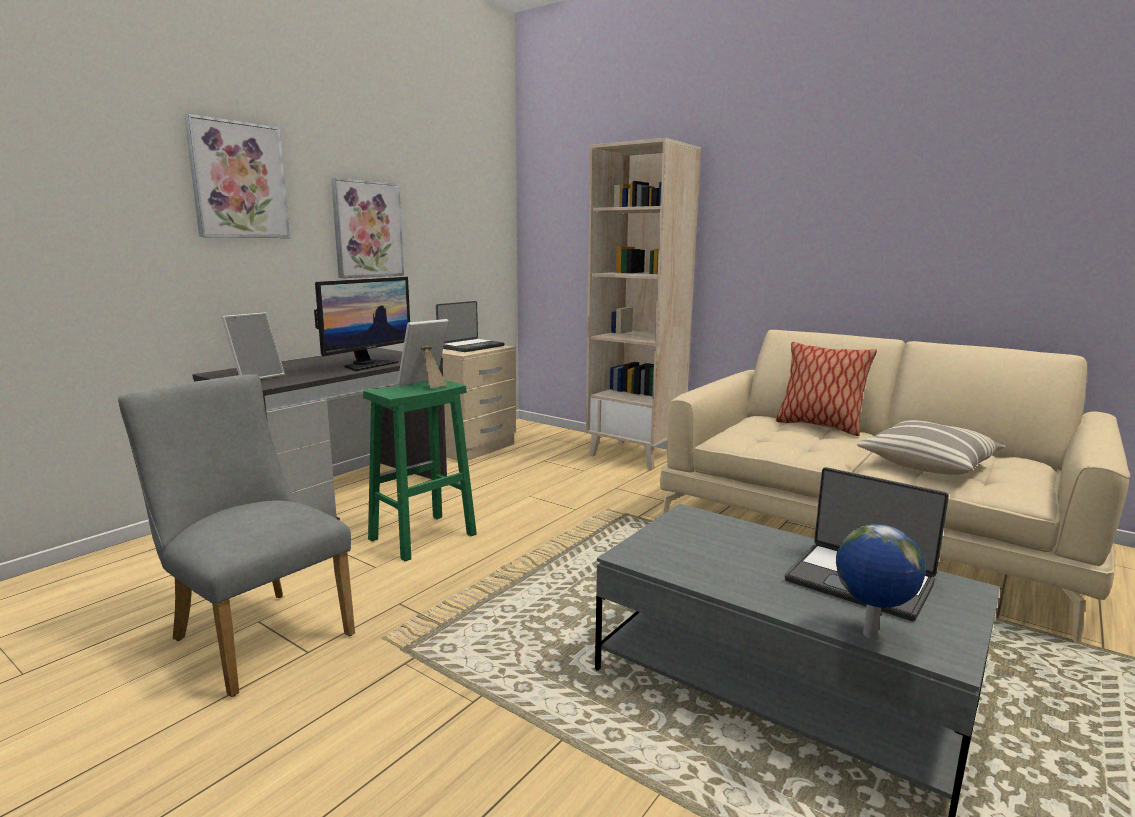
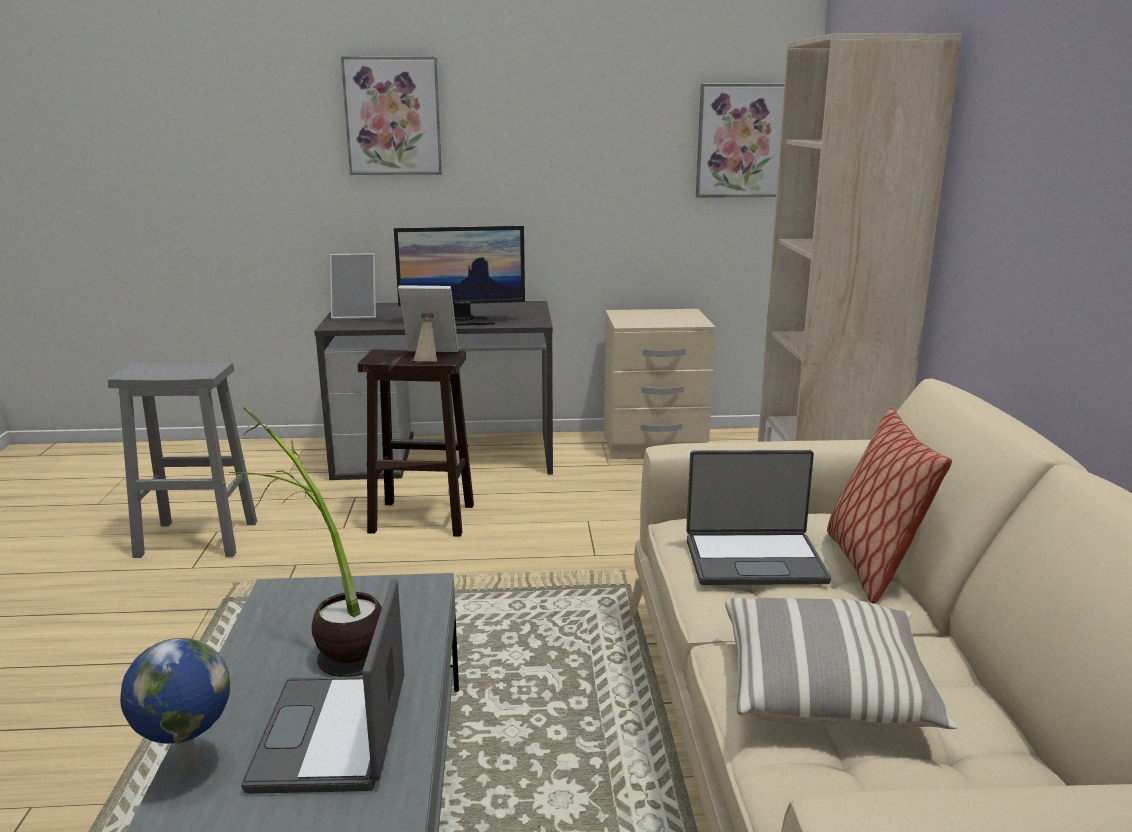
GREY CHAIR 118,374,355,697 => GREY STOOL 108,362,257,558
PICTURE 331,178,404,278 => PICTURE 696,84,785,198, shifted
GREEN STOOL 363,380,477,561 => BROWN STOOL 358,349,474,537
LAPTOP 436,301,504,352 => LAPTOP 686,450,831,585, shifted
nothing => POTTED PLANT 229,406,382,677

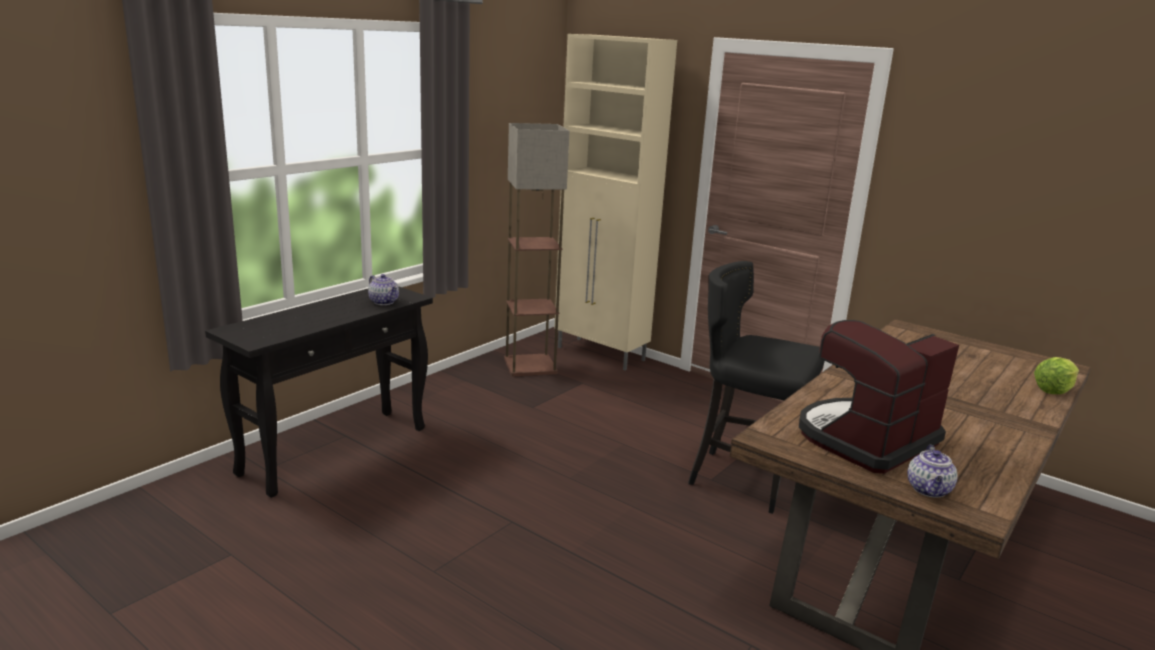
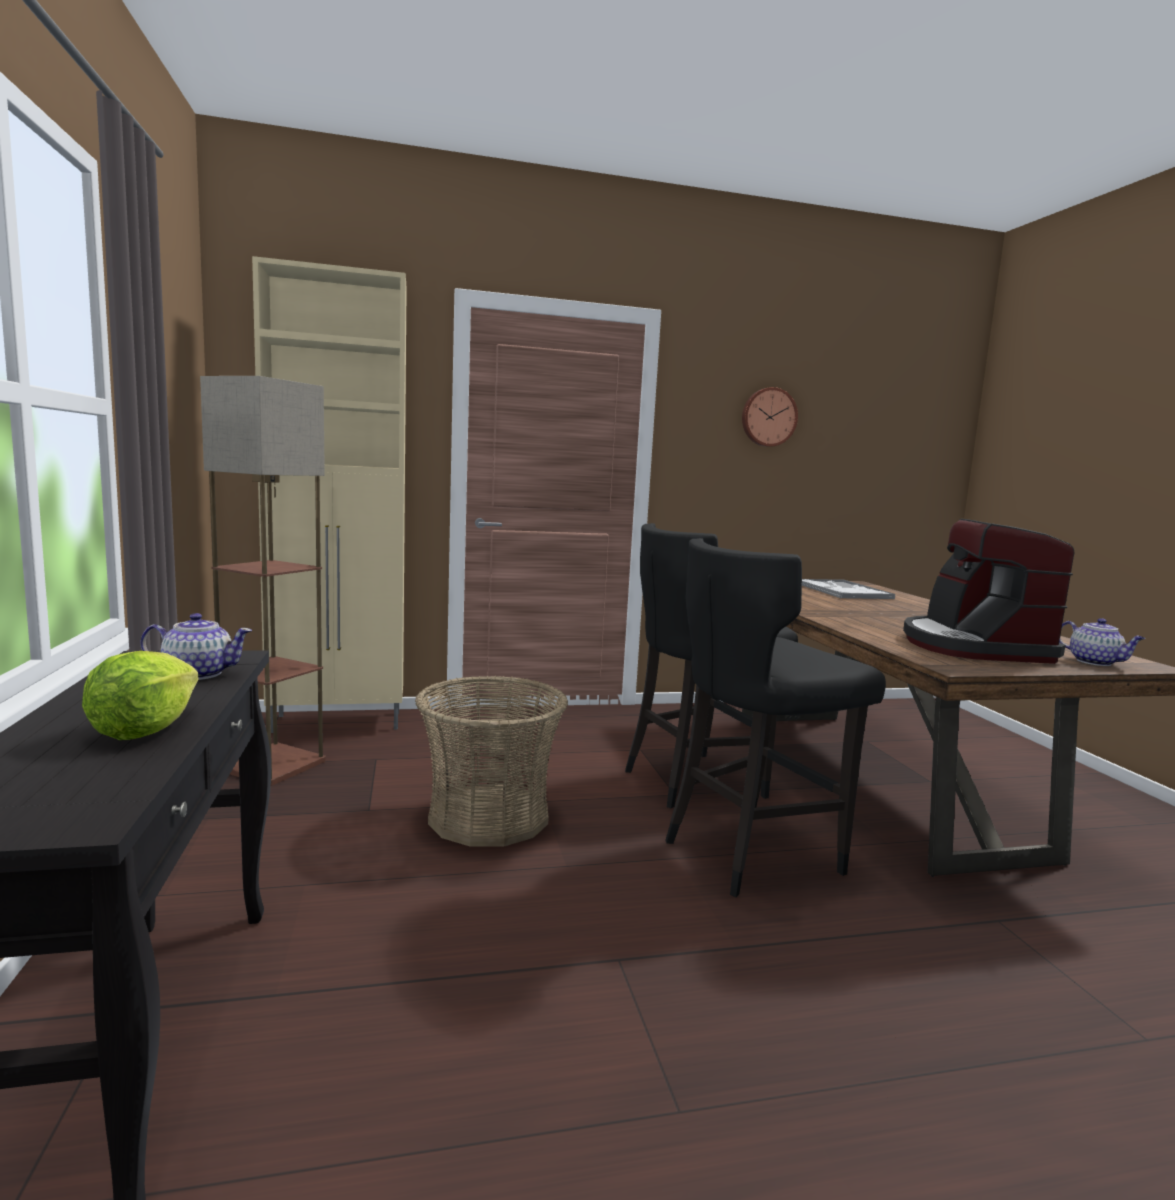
LETTUCE 1034,357,1079,394 => LETTUCE 82,651,199,740, shifted
nothing => BASKET 415,676,568,847
nothing => BLACK STOOL 665,538,886,897
nothing => WALL CLOCK 742,387,798,447
nothing => TRAY 802,579,895,599

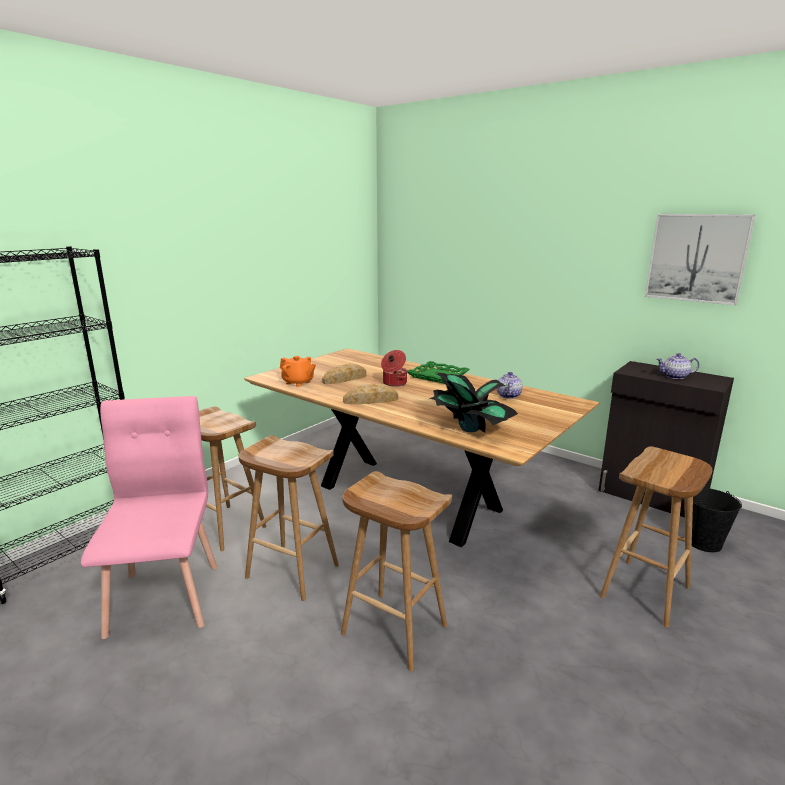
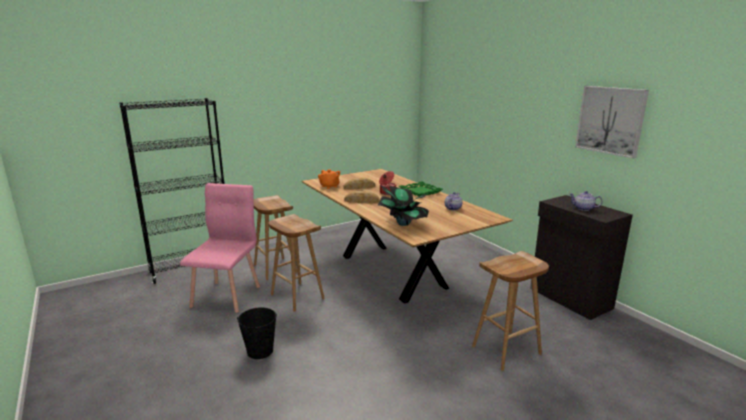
BROWN STOOL 341,471,452,671 => nothing
BLACK BUCKET 692,488,742,552 => BLACK BUCKET 237,307,277,359, shifted

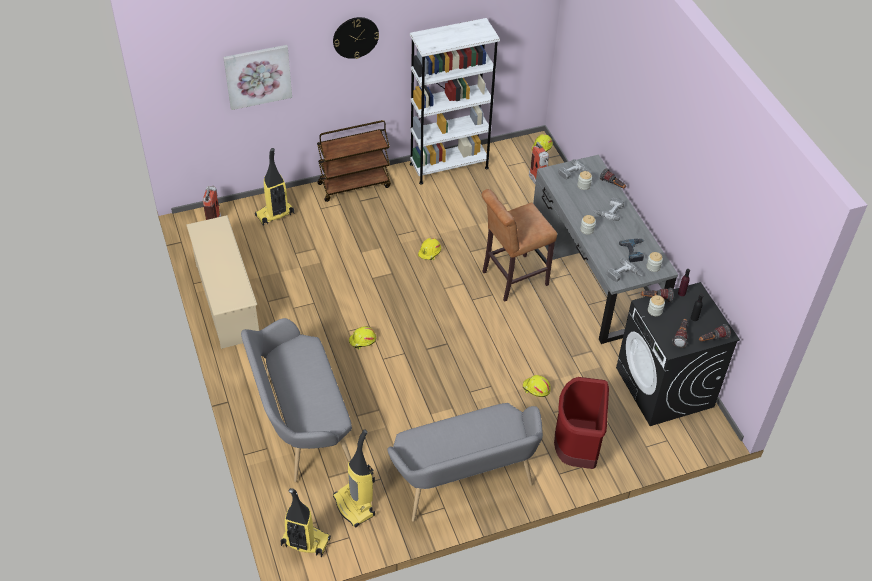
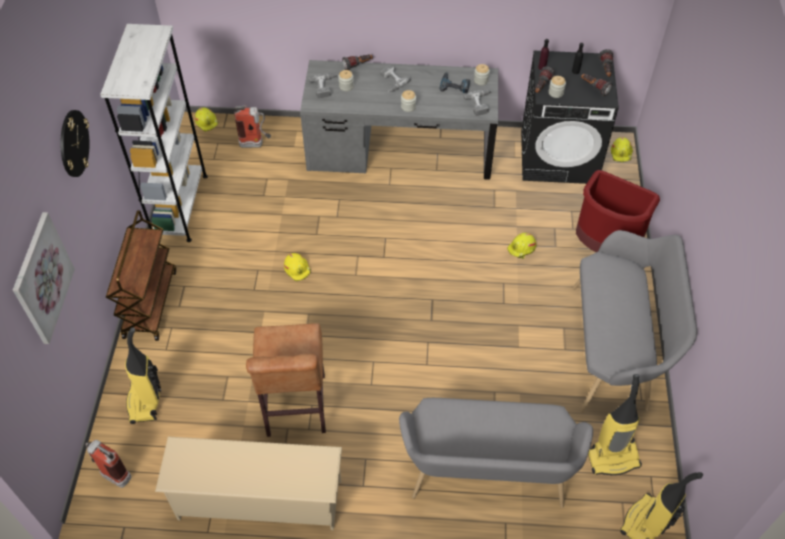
YELLOW HARD HAT 349,326,376,350 => YELLOW HARD HAT 611,137,633,162, shifted
BROWN STOOL 482,189,557,302 => BROWN STOOL 246,323,326,437, shifted

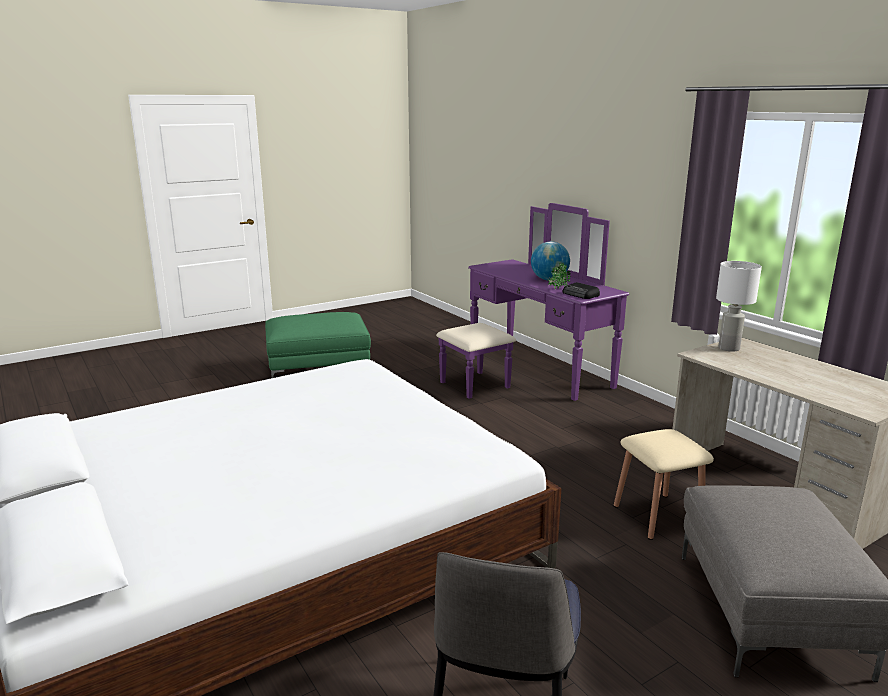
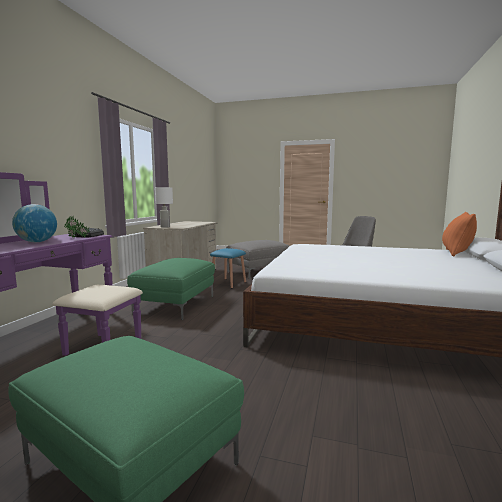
BEIGE STOOL 614,429,714,540 => BLUE STOOL 210,248,246,289
nothing => GREEN OTTOMAN 127,258,215,320
nothing => ORANGE PILLOW 442,212,477,256

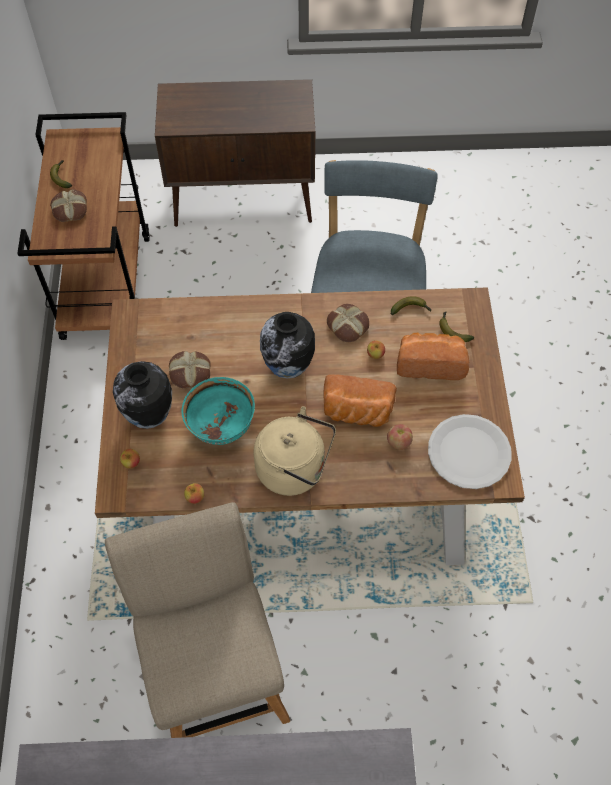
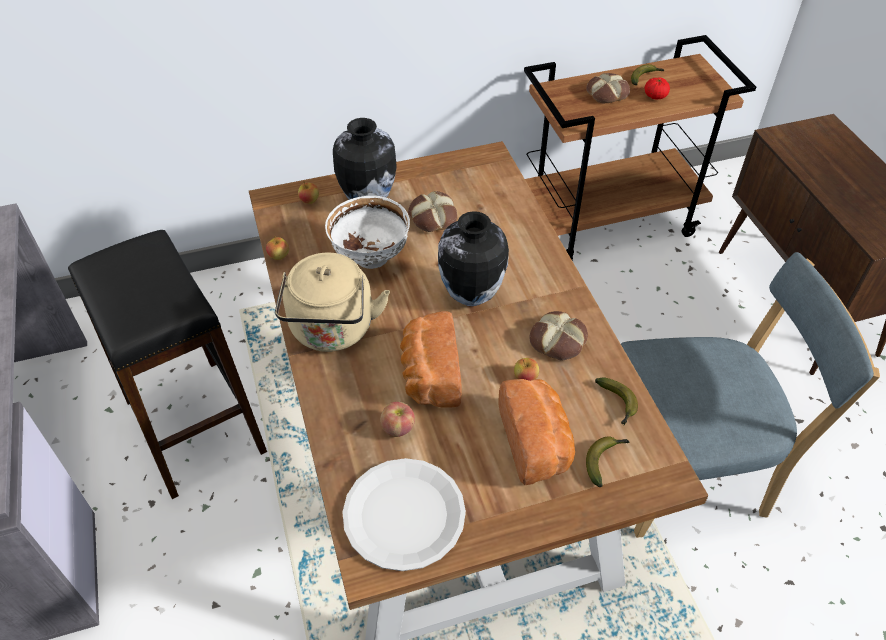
BEIGE CHAIR 105,502,290,738 => BLACK STOOL 68,230,267,499
TURQUOISE BOWL 182,377,255,445 => WHITE BOWL 325,196,410,269
nothing => TOMATO 645,78,670,99

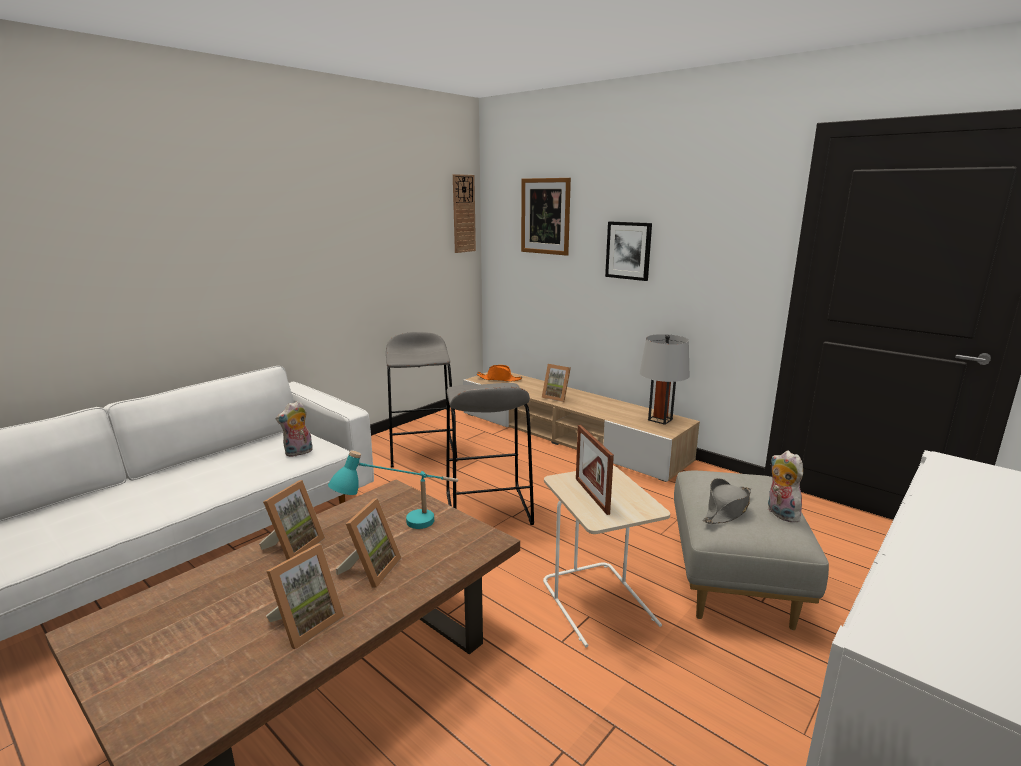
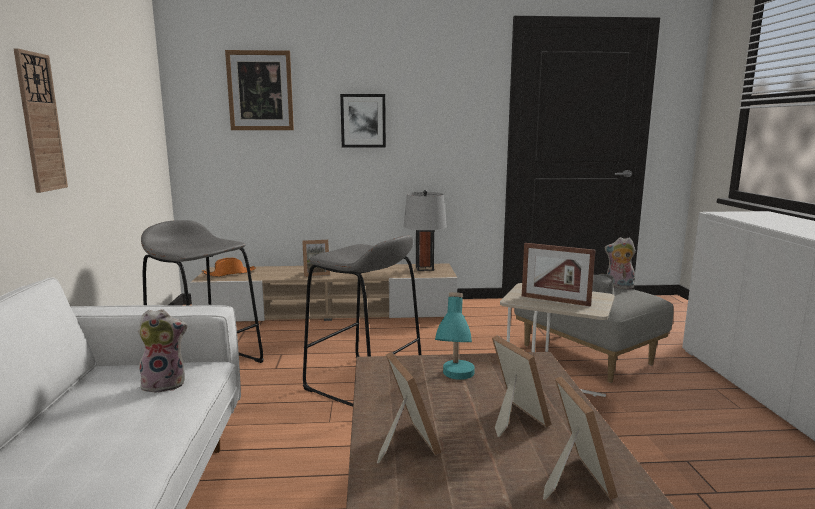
PLUSH TOY 275,401,313,457 => PLUSH TOY 138,309,187,393, 105 degrees counterclockwise
WALL CLOCK 453,174,476,253 => WALL CLOCK 14,48,68,193, shifted

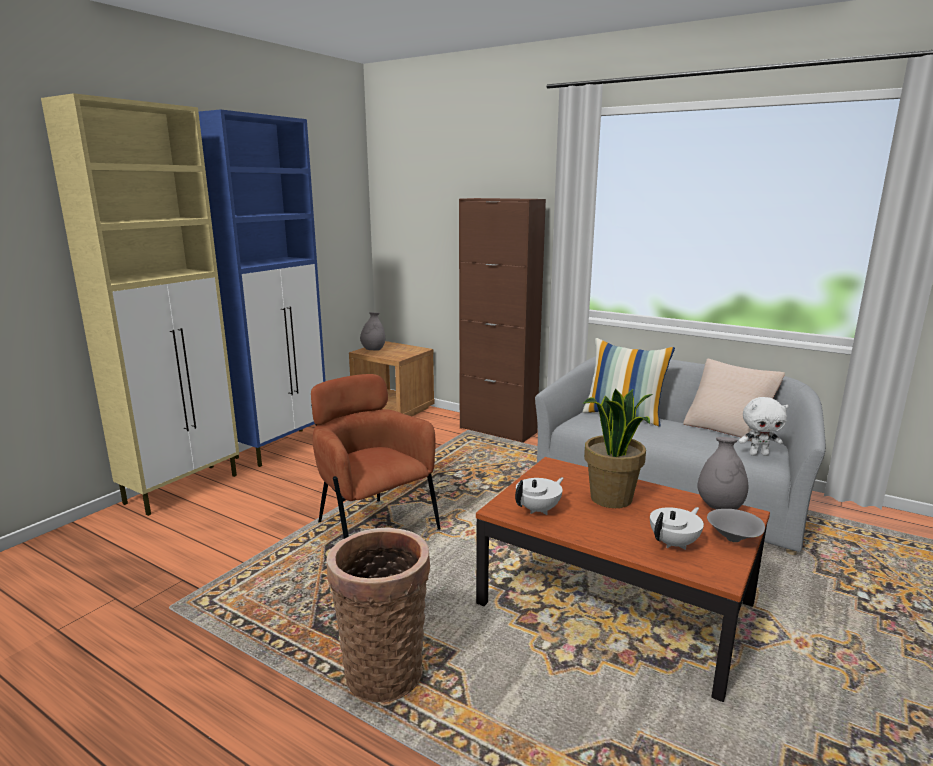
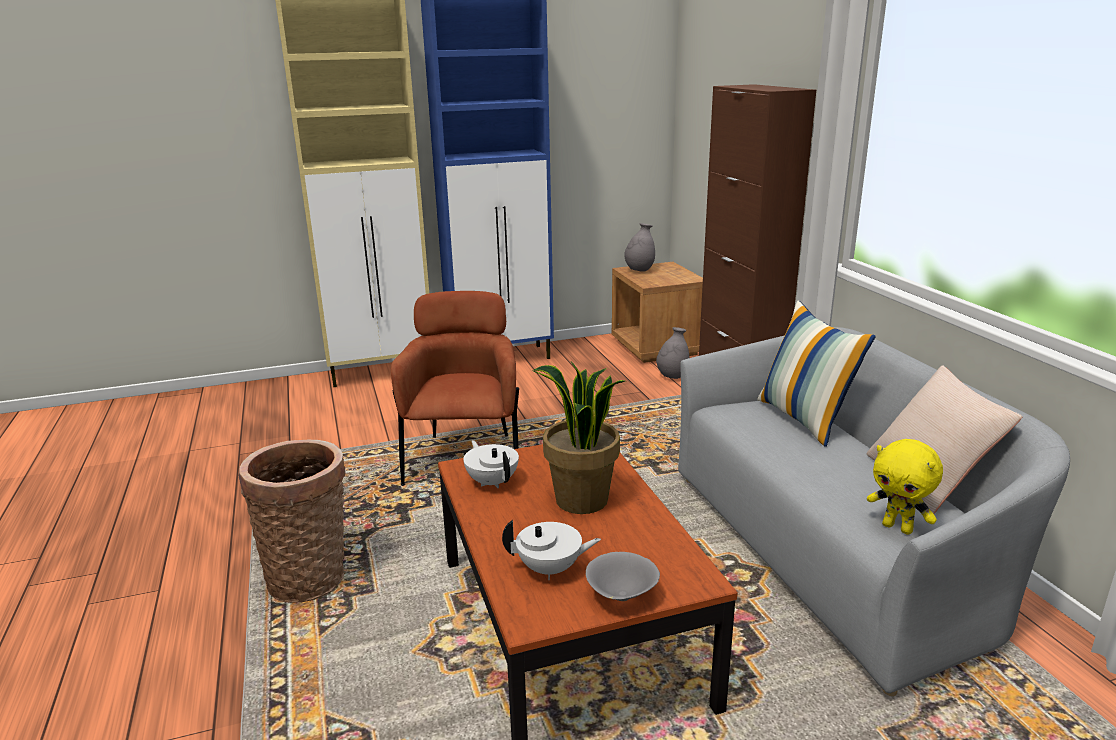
WHITE TEAPOT 515,477,563,515 => WHITE TEAPOT 463,440,519,488, 120 degrees counterclockwise
GREY VASE 697,437,748,510 => GREY VASE 656,327,690,379, shifted
WHITE PLUSH TOY 739,397,788,456 => YELLOW PLUSH TOY 867,439,943,535

